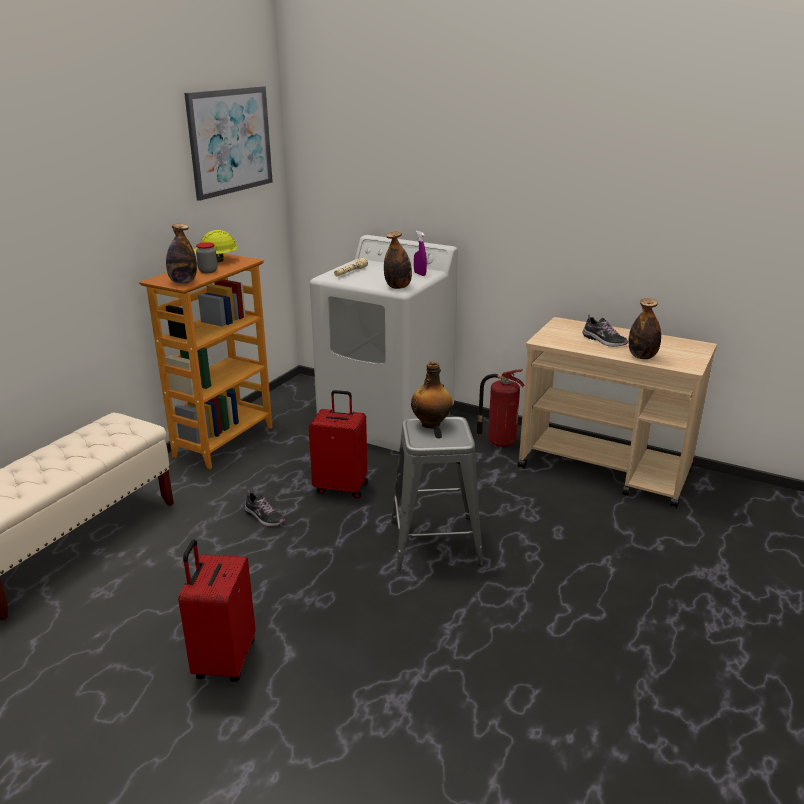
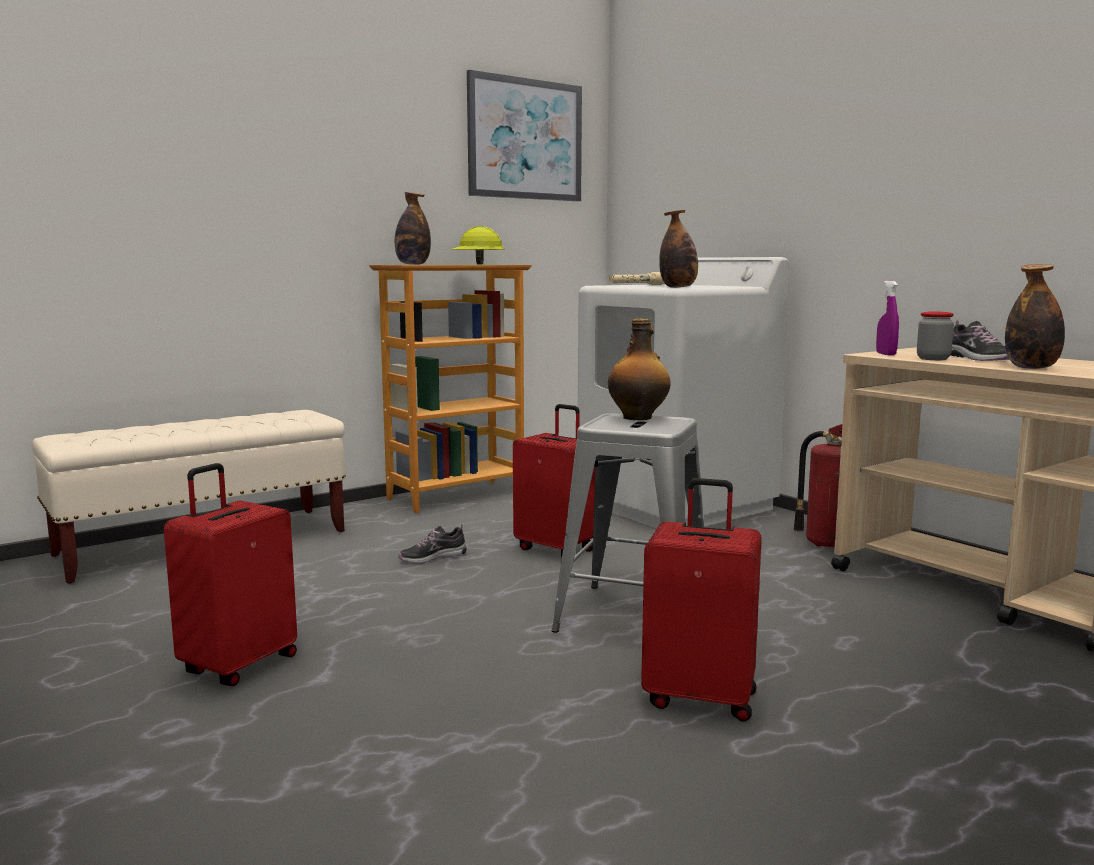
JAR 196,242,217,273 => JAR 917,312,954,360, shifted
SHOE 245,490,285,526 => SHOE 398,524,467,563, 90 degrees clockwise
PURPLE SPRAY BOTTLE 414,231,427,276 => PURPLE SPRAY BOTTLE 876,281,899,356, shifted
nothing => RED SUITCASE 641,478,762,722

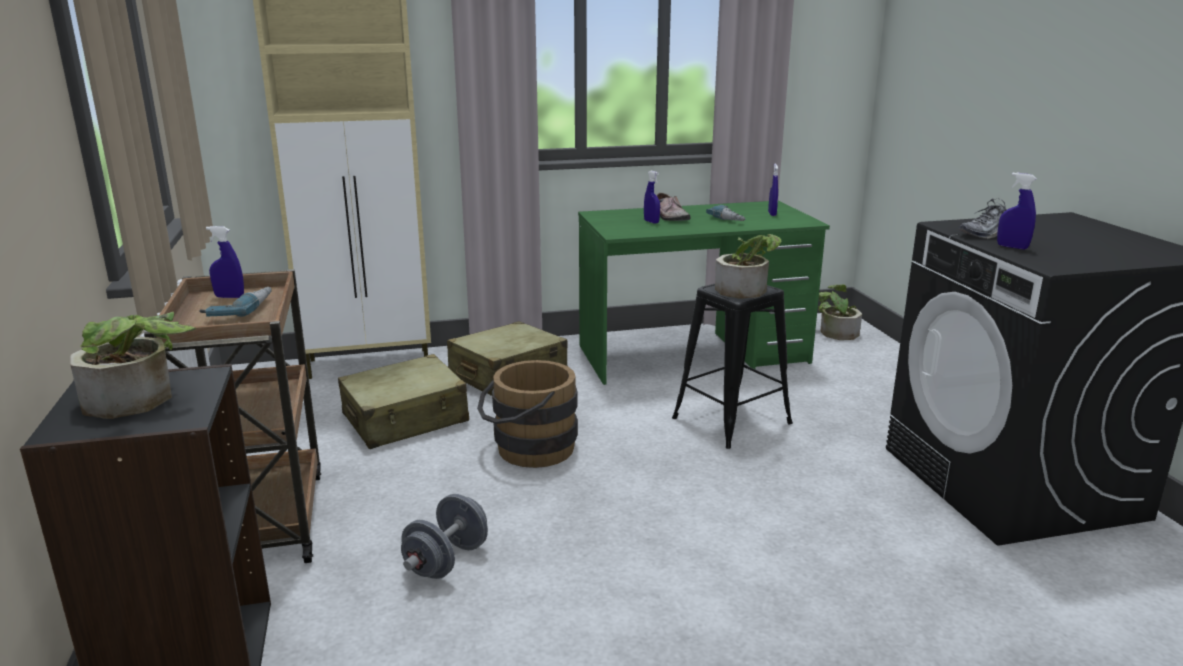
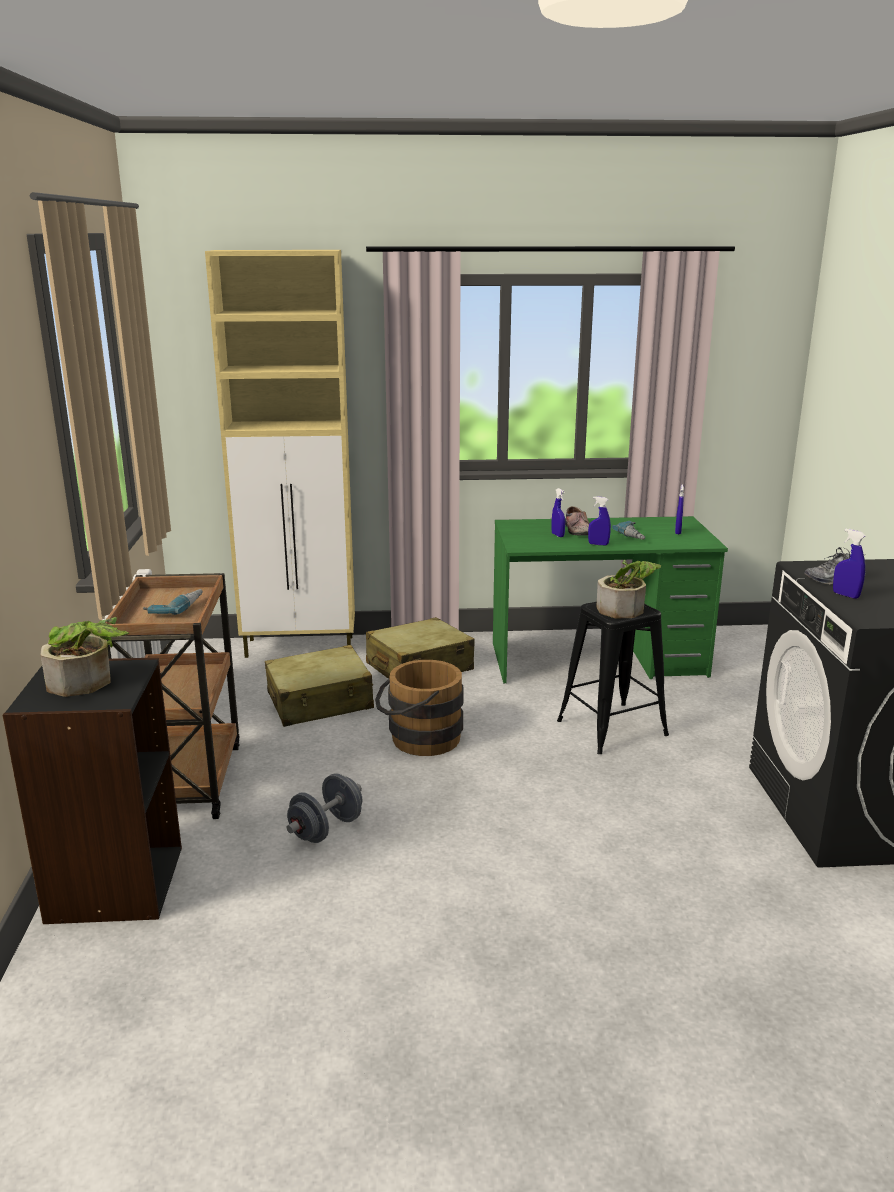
BLUE SPRAY BOTTLE 206,226,244,298 => BLUE SPRAY BOTTLE 588,496,611,545, shifted
POTTED PLANT 818,284,862,340 => nothing

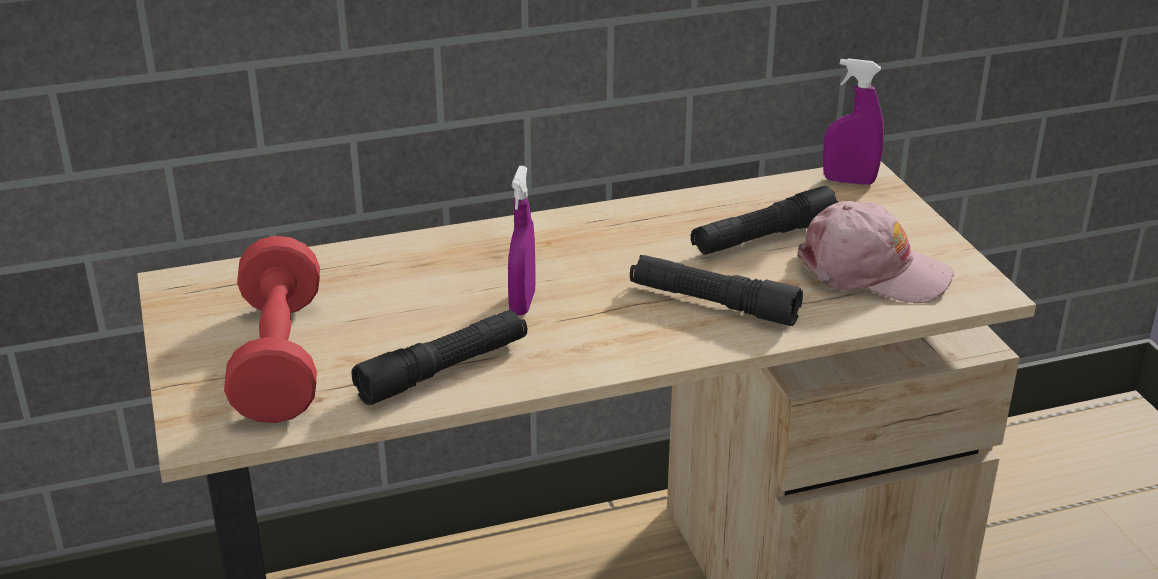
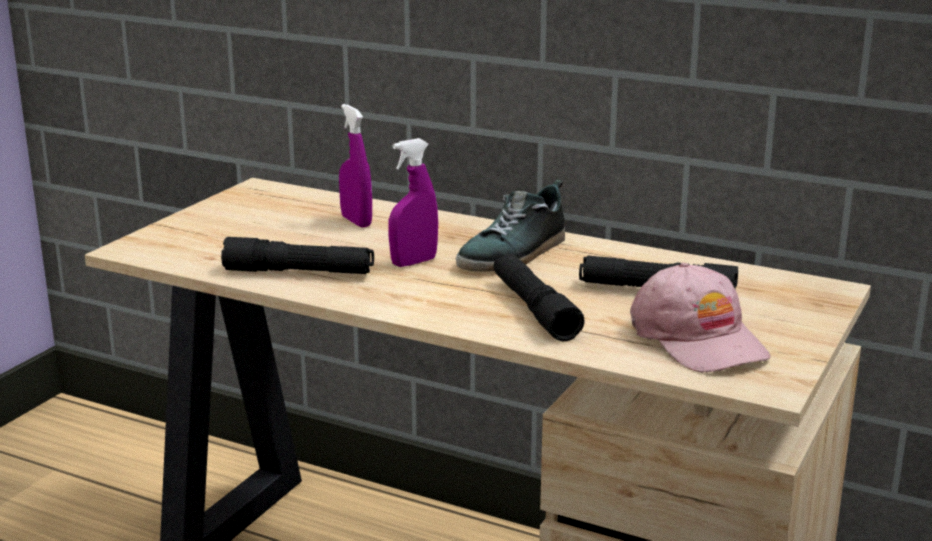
RED DUMBBELL 224,236,320,423 => nothing
PURPLE SPRAY BOTTLE 823,58,884,185 => PURPLE SPRAY BOTTLE 339,104,372,227, shifted
nothing => SHOE 456,180,565,271

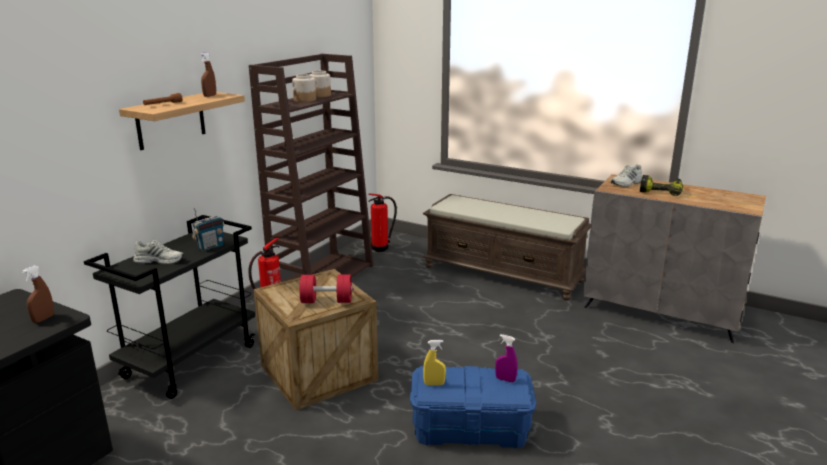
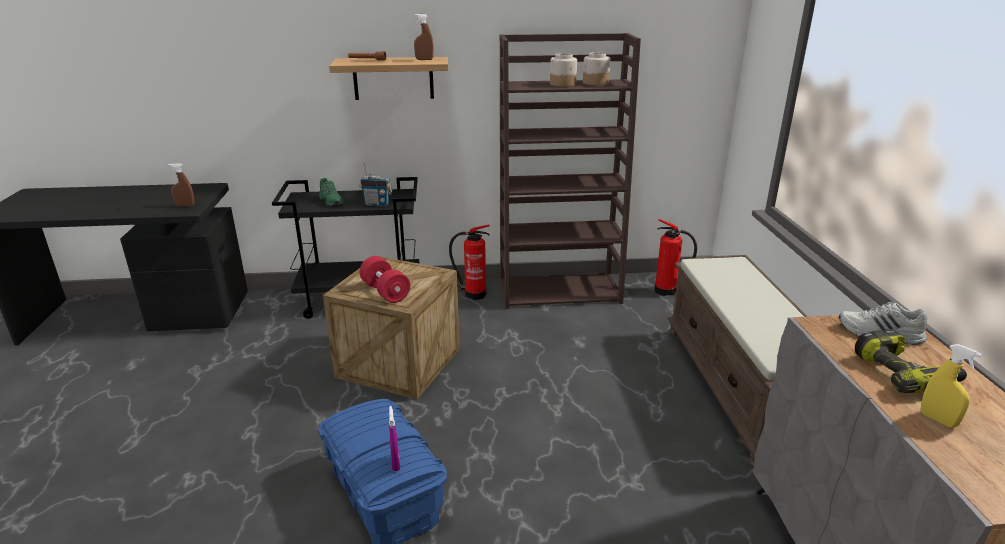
WHITE SHOE 133,240,184,265 => GREEN SHOE 319,178,344,206
YELLOW SPRAY BOTTLE 423,340,446,385 => YELLOW SPRAY BOTTLE 921,344,982,428, shifted

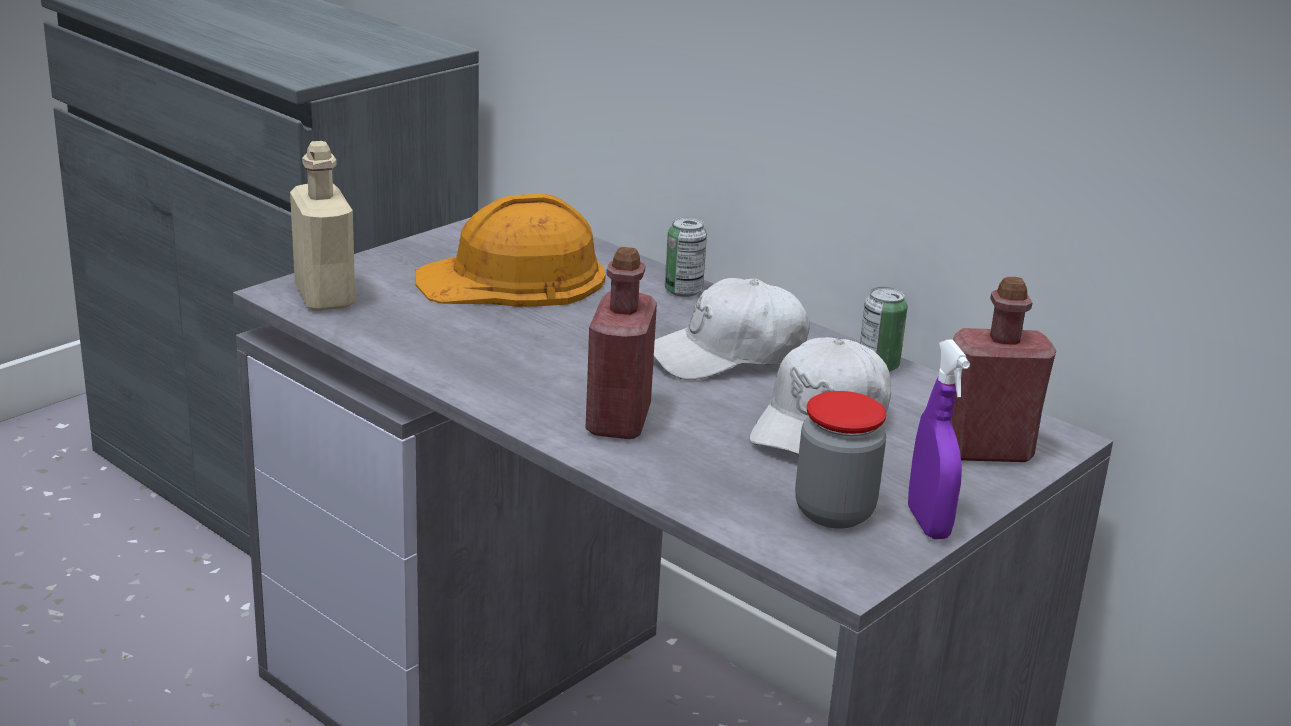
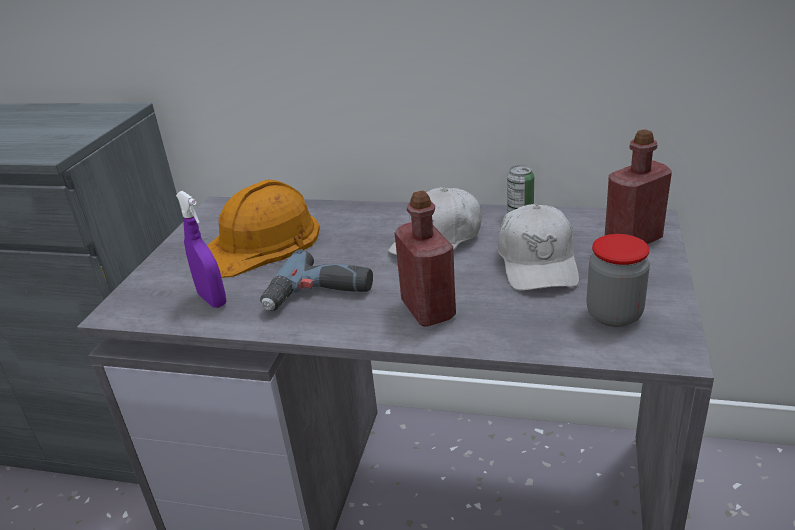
BEIGE BOTTLE 290,141,355,311 => nothing
CAN 665,217,707,297 => nothing
PURPLE SPRAY BOTTLE 908,339,970,539 => PURPLE SPRAY BOTTLE 176,191,226,308, shifted
nothing => POWER DRILL 260,250,373,311

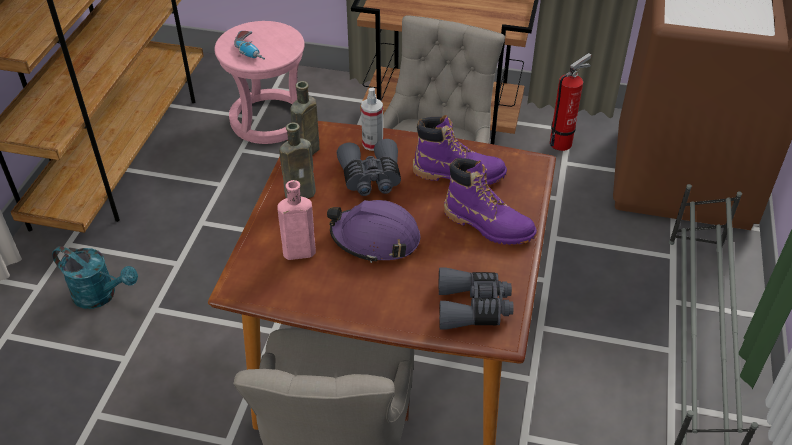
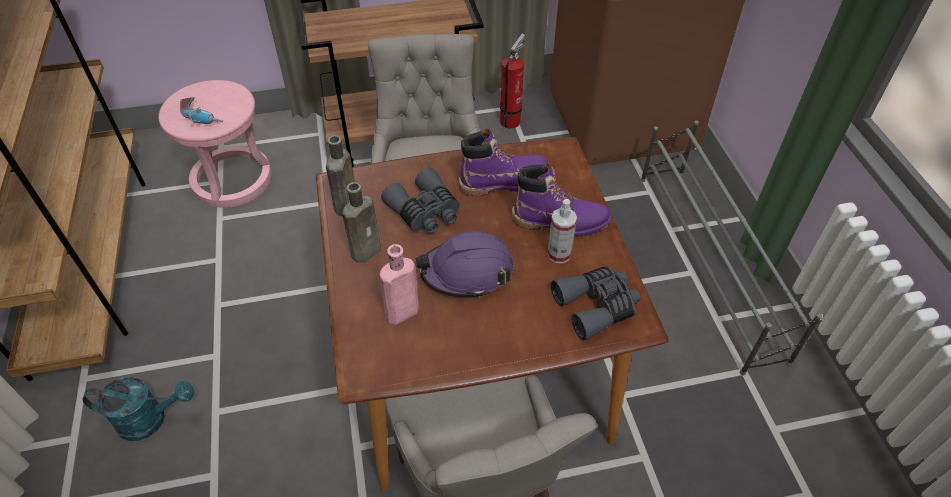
SPRAY BOTTLE 361,87,383,151 => SPRAY BOTTLE 547,199,577,263, shifted

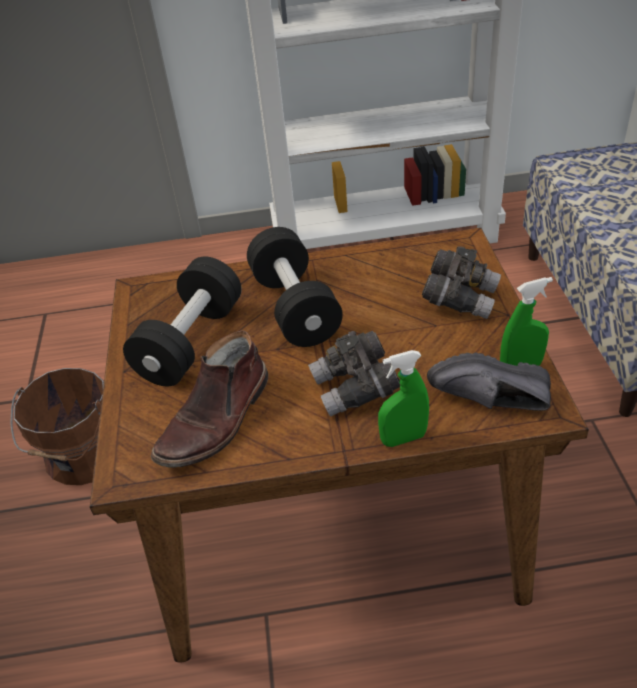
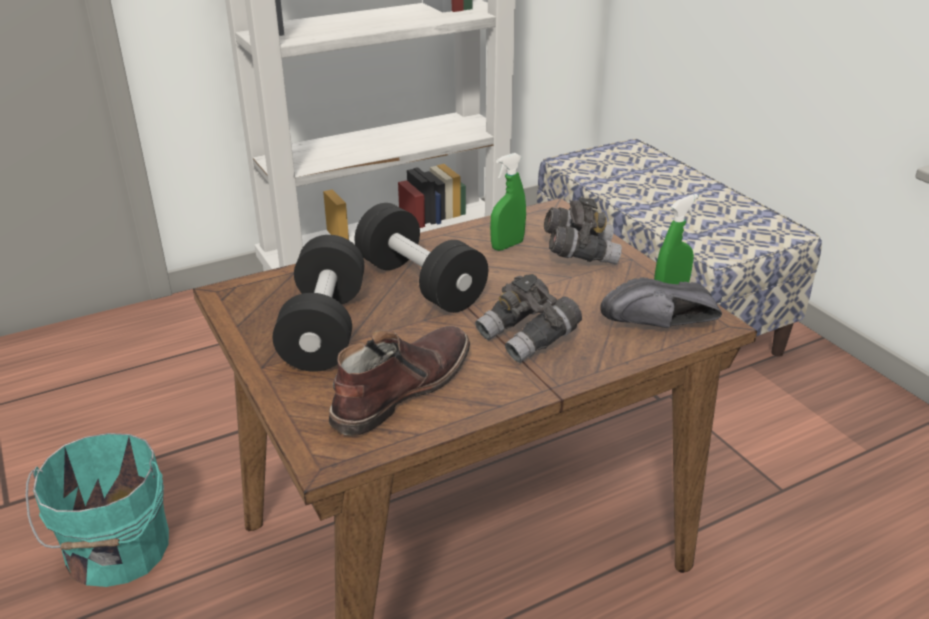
BROWN BUCKET 10,368,104,485 => TURQUOISE BUCKET 26,433,169,587
BROWN BOOT 151,330,269,468 => BROWN BOOT 329,326,470,436, 150 degrees counterclockwise
GREEN SPRAY BOTTLE 378,350,429,447 => GREEN SPRAY BOTTLE 490,153,526,251, shifted

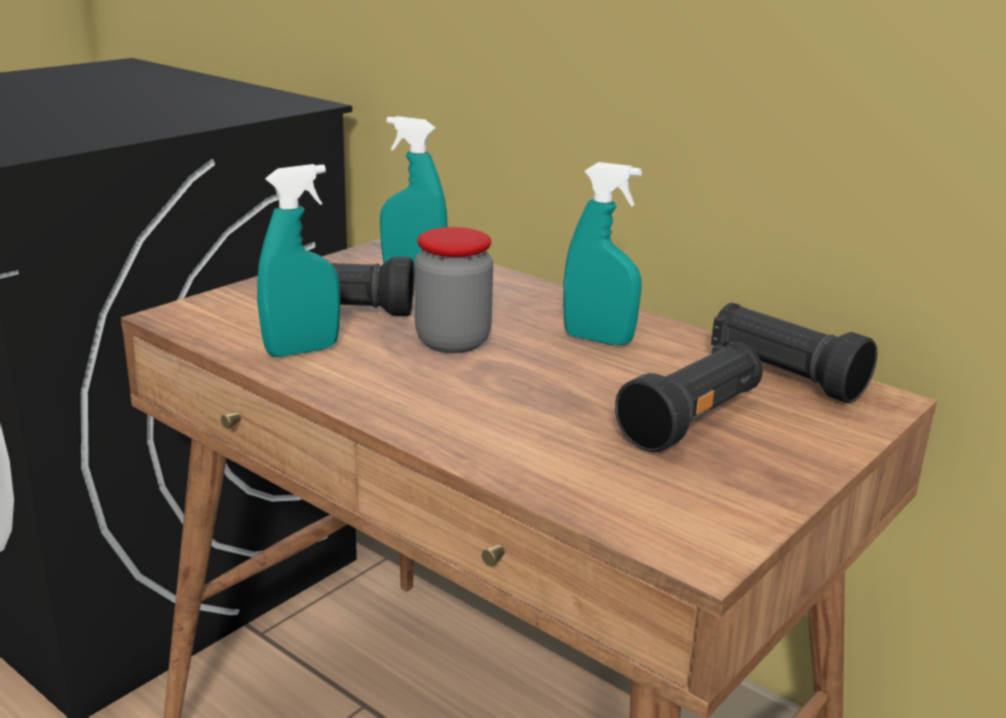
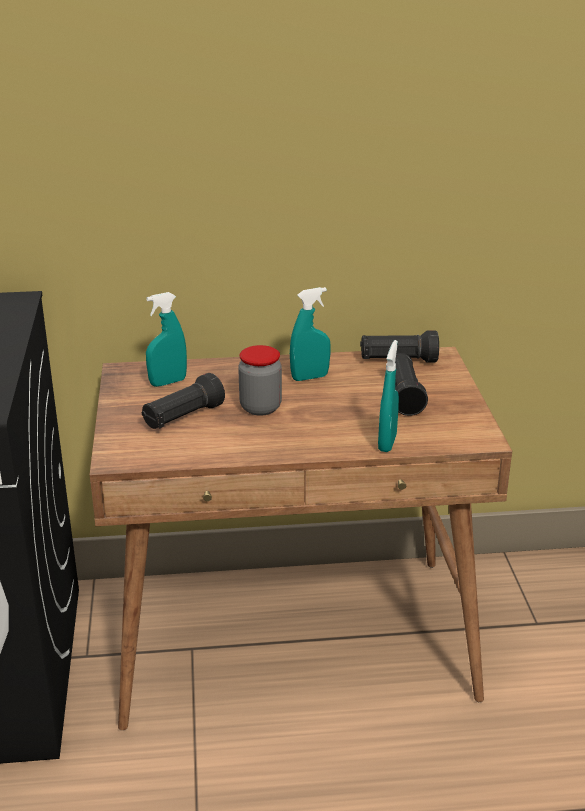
TURQUOISE SPRAY BOTTLE 257,164,340,357 => TURQUOISE SPRAY BOTTLE 378,340,399,452, shifted

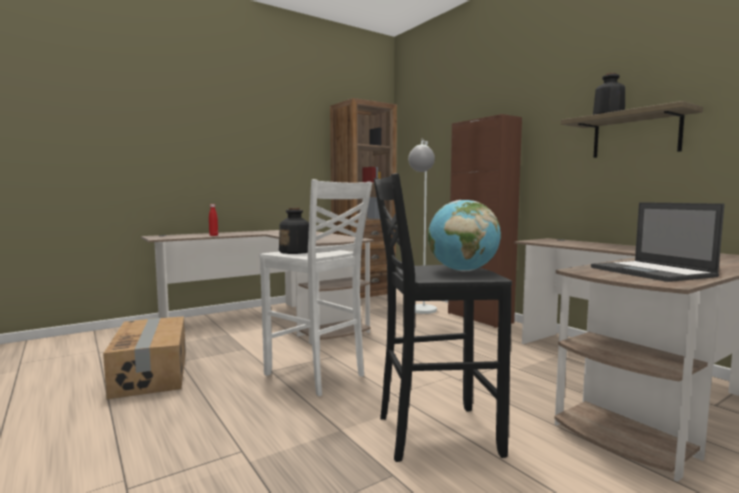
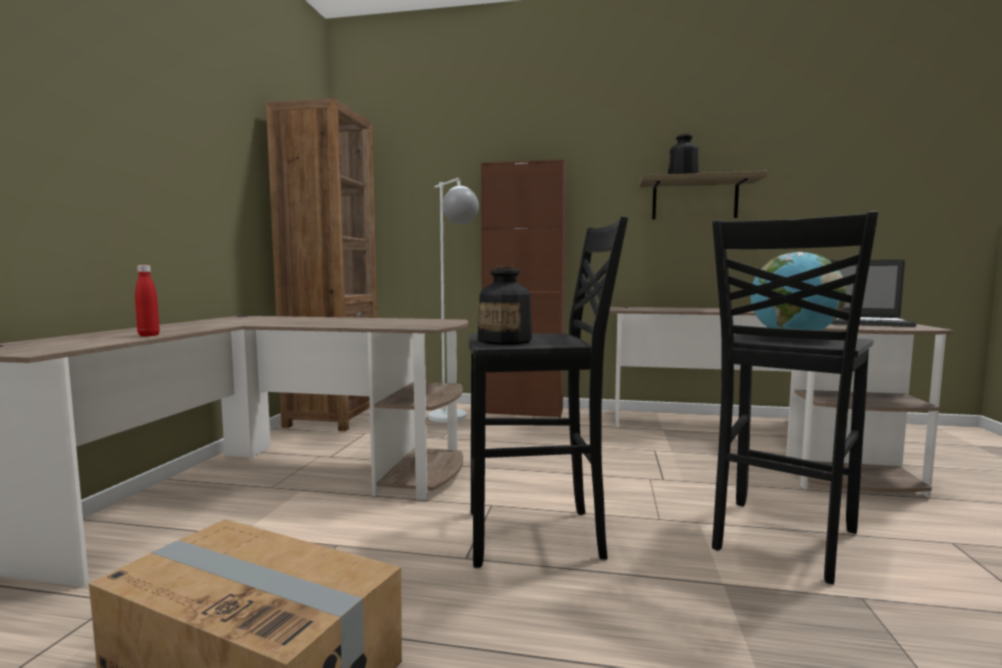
WHITE STOOL 259,179,372,396 => BLACK STOOL 469,217,628,568

